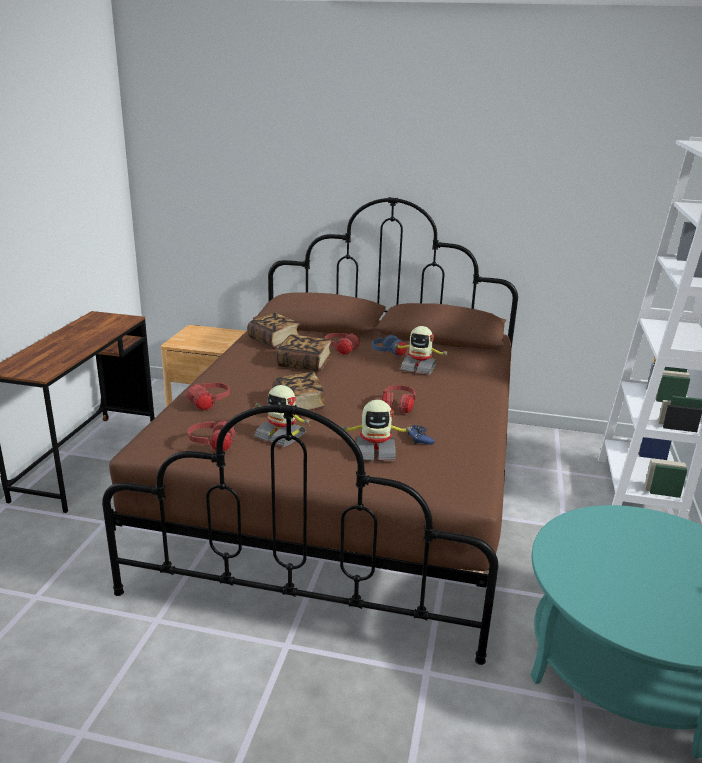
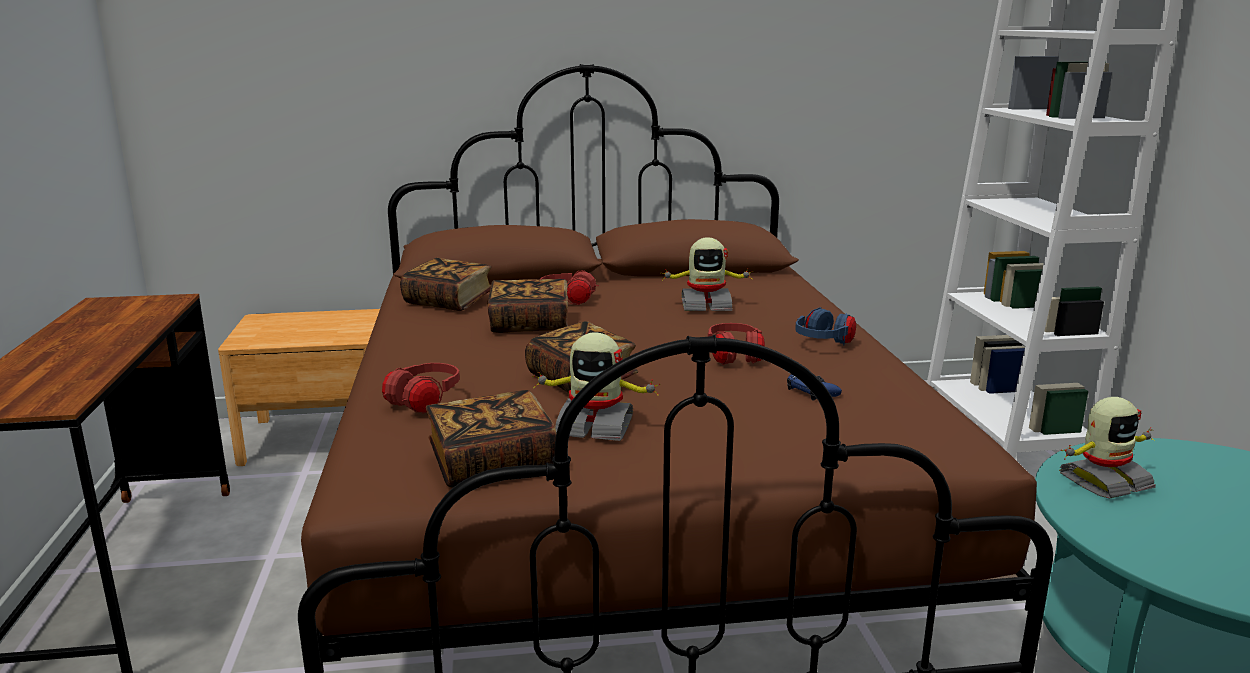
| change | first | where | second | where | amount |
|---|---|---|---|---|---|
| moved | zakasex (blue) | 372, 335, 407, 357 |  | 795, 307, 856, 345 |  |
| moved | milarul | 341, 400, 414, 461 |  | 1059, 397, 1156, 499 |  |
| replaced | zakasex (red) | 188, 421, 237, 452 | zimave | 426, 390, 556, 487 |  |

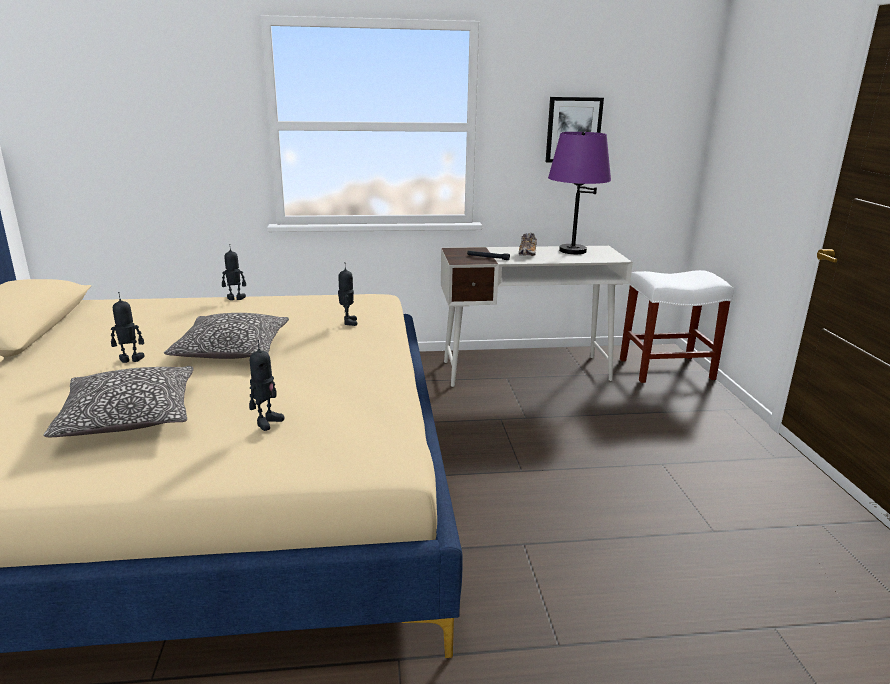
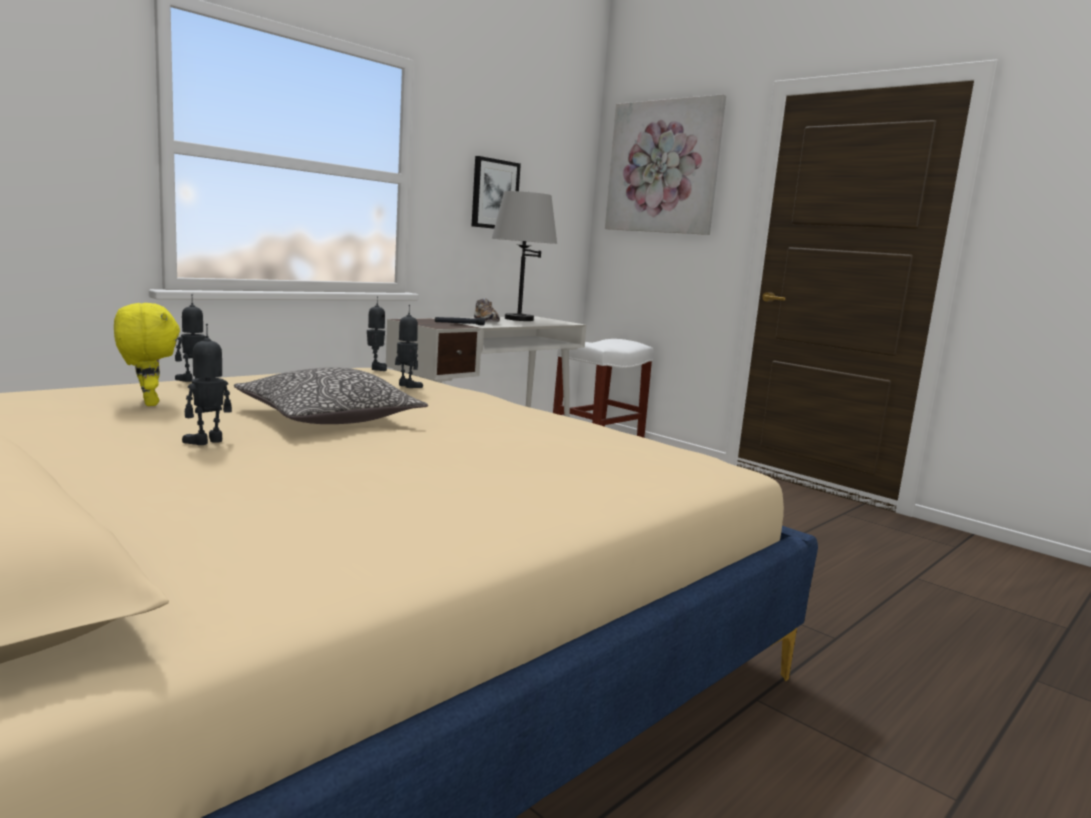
| change | first | where | second | where | amount |
|---|---|---|---|---|---|
| recoloured | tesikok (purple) | 548, 132, 611, 254 | tesikok (grey) | 492, 191, 557, 321 |  |
| moved | milarul | 249, 340, 284, 431 |  | 367, 296, 387, 371 |  |
| removed | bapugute | 43, 366, 194, 437 |  |  |  |
| added |  |  | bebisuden | 605, 94, 726, 235 |  |
| added |  |  | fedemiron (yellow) | 114, 303, 180, 406 |  |

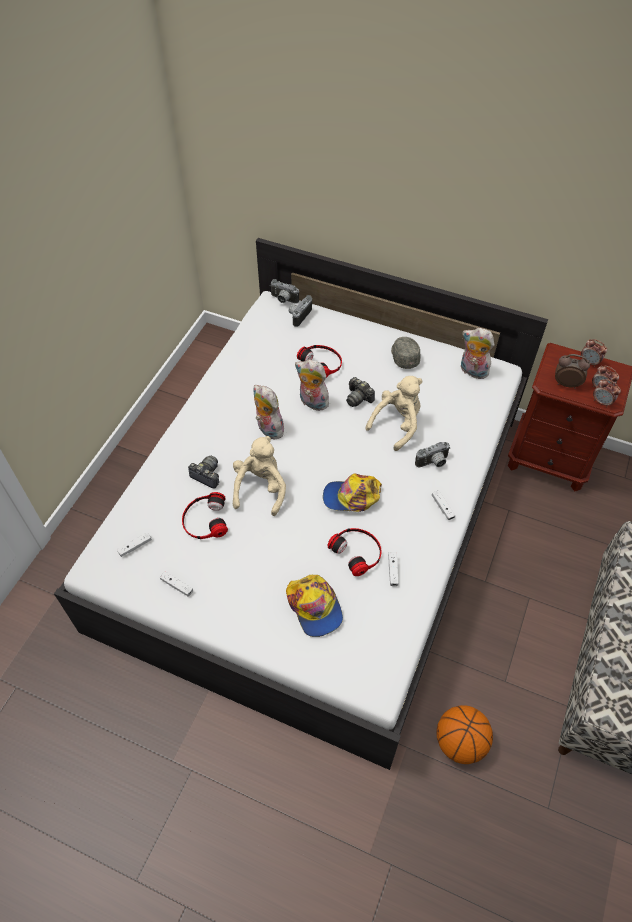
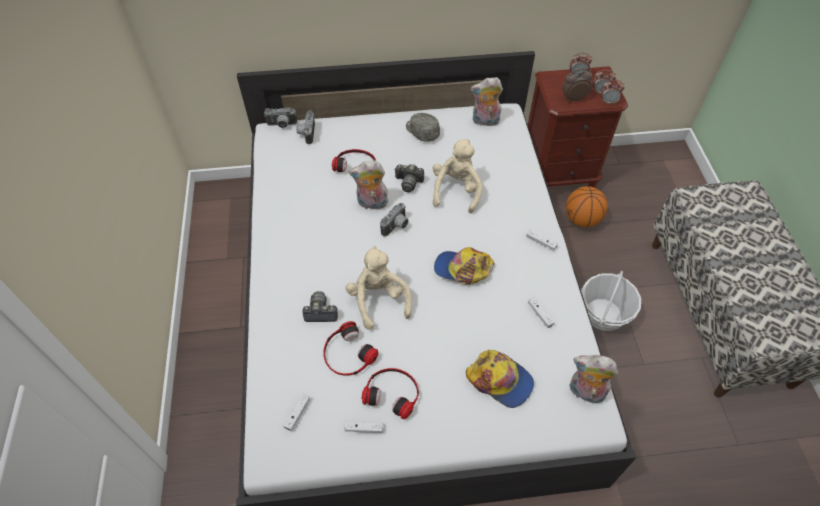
| change | first | where | second | where | amount |
|---|---|---|---|---|---|
| moved | fedemiron | 254, 385, 284, 440 |  | 570, 355, 618, 403 |  |
| moved | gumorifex | 415, 442, 450, 467 |  | 380, 203, 409, 236 |  |
| turned | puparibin | 323, 473, 382, 512 |  | 434, 247, 495, 284 | 45 degrees clockwise |
| moved | zakasex | 327, 528, 382, 576 |  | 362, 368, 419, 419 |  |
| moved | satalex | 436, 705, 493, 764 |  | 566, 186, 608, 227 |  |
| added |  |  | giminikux | 581, 271, 641, 331 |  |

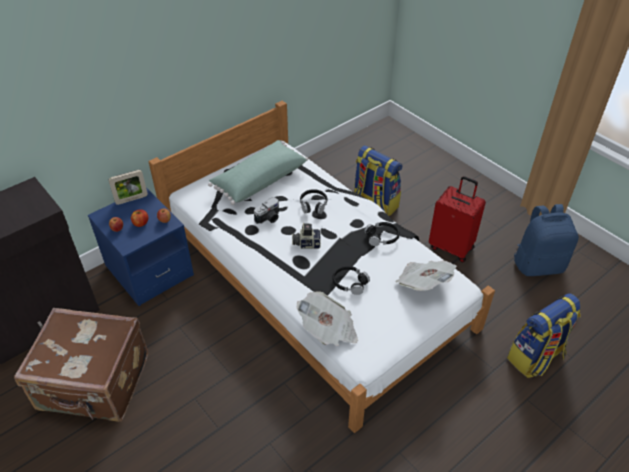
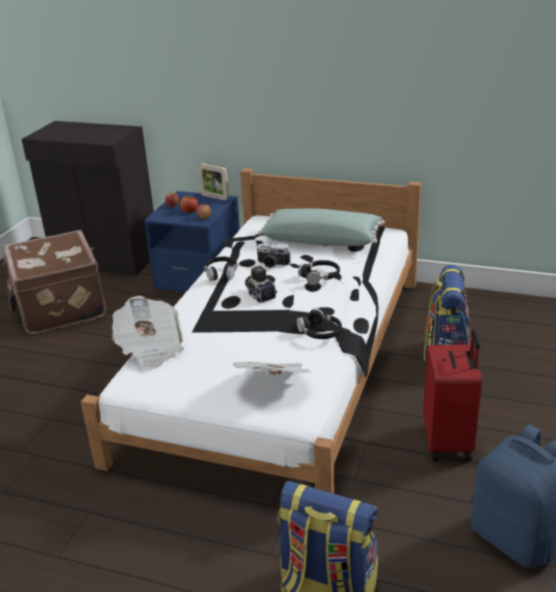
| change | first | where | second | where | amount |
|---|---|---|---|---|---|
| moved | zakasex (black) | 332, 266, 370, 295 |  | 204, 257, 238, 281 |  |

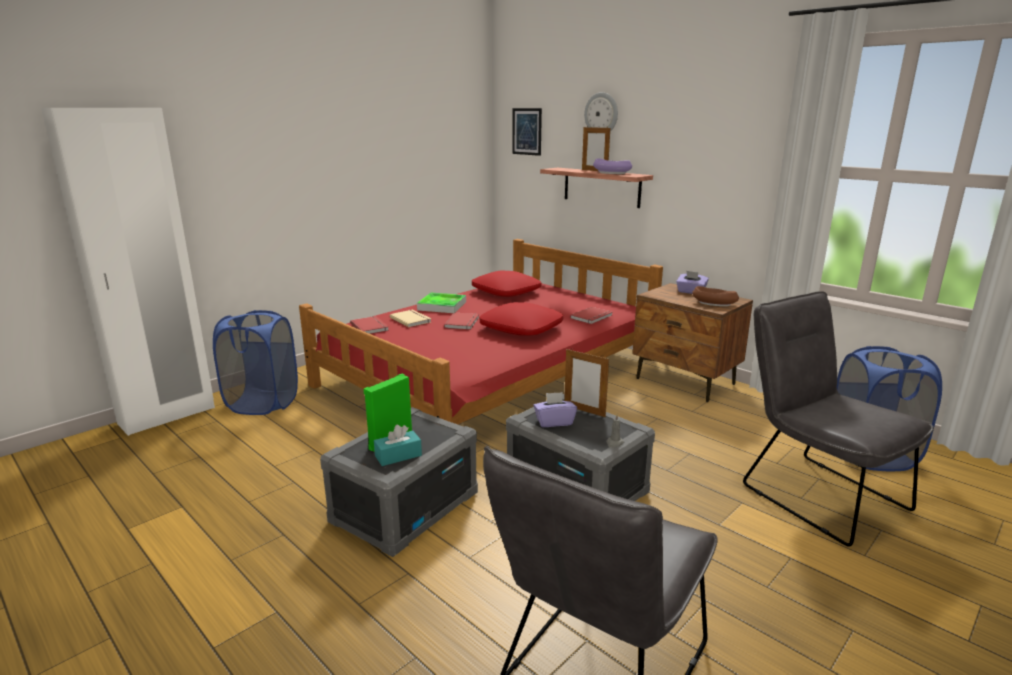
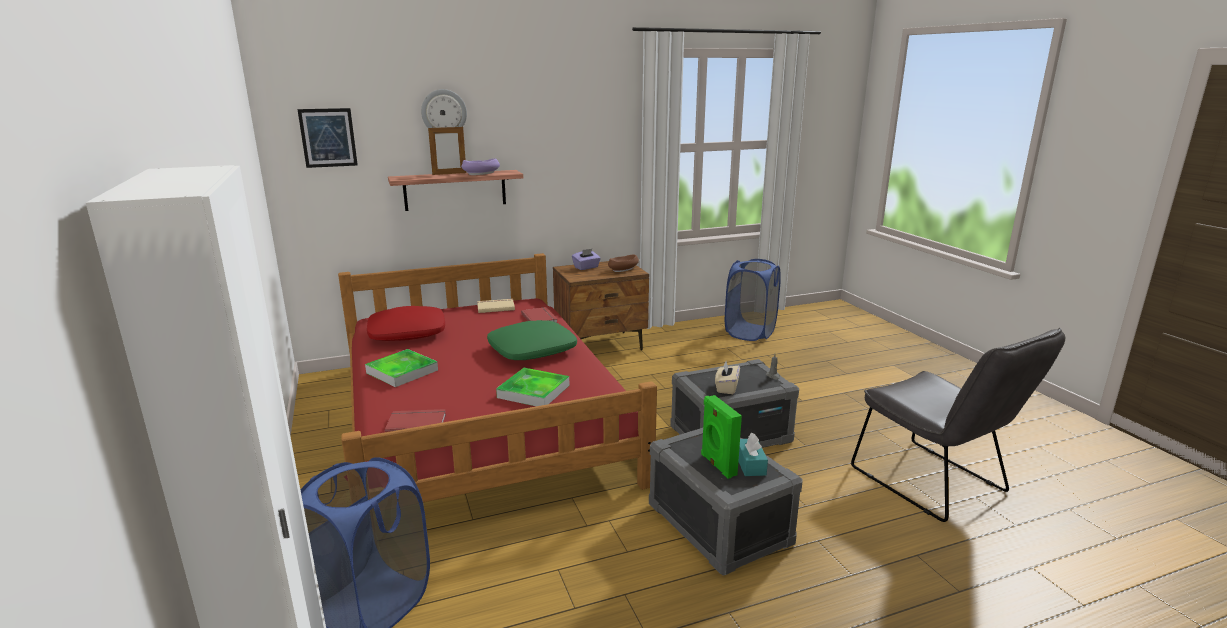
| change | first | where | second | where | amount |
|---|---|---|---|---|---|
| removed | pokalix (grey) | 743, 291, 934, 547 |  |  |  |
| recoloured | bapugute (red) | 480, 302, 563, 336 | bapugute (green) | 487, 320, 577, 360 |  |
| moved | zimave (beige) | 390, 310, 431, 328 |  | 477, 299, 515, 313 |  |
| removed | zimave (red) | 444, 313, 479, 330 |  |  |  |
| removed | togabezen | 564, 348, 609, 417 |  |  |  |
| recoloured | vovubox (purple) | 533, 392, 577, 427 | vovubox (beige) | 715, 361, 740, 394 |  |
| added |  |  | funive | 496, 368, 569, 406 |  |

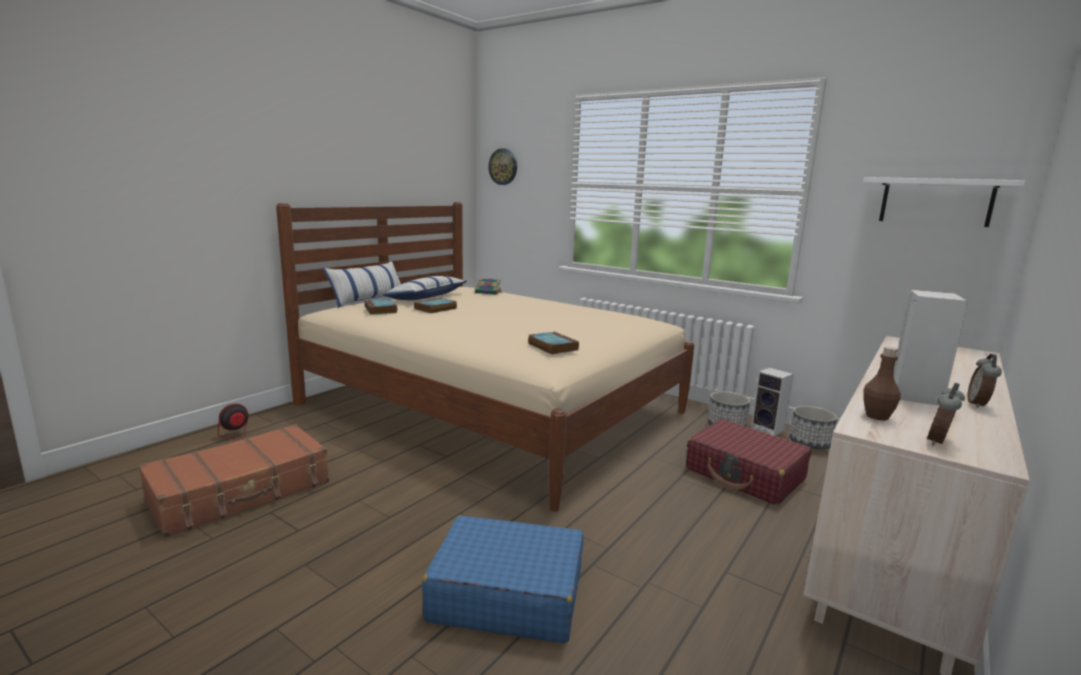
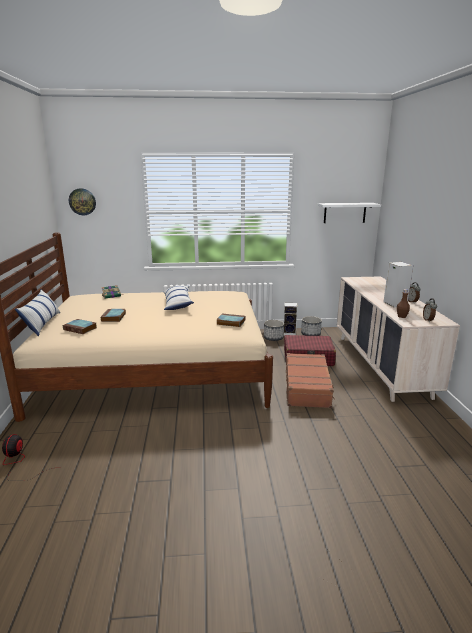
| change | first | where | second | where | amount |
|---|---|---|---|---|---|
| moved | bapugute | 382, 276, 467, 300 |  | 163, 285, 194, 310 |  |
| moved | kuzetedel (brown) | 138, 424, 329, 538 |  | 286, 353, 335, 408 |  |
| removed | kuzetedel (blue) | 422, 515, 583, 643 |  |  |  |

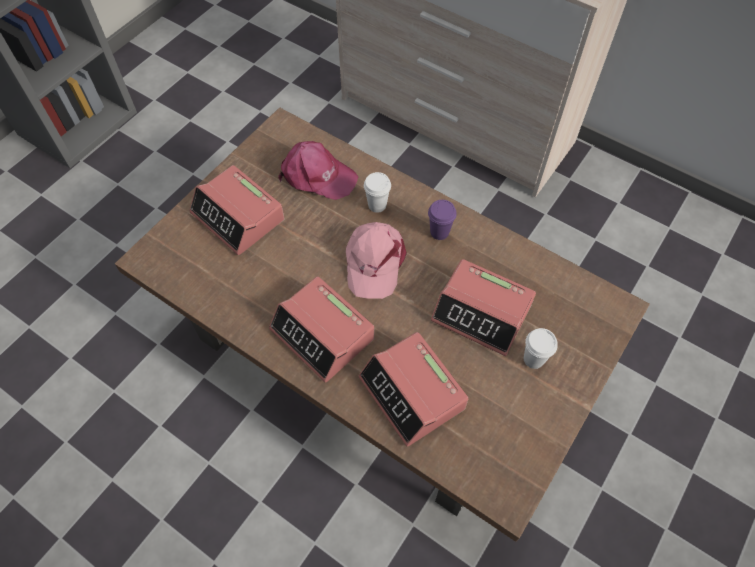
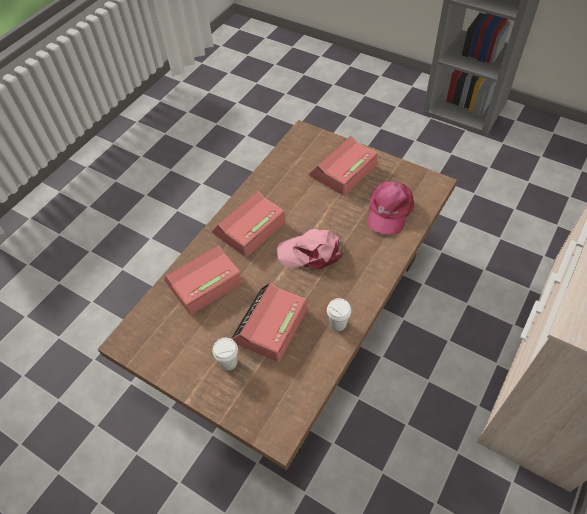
| change | first | where | second | where | amount |
|---|---|---|---|---|---|
| moved | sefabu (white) | 364, 172, 391, 213 |  | 327, 298, 351, 331 |  |
| removed | sefabu (purple) | 428, 200, 457, 240 |  |  |  |

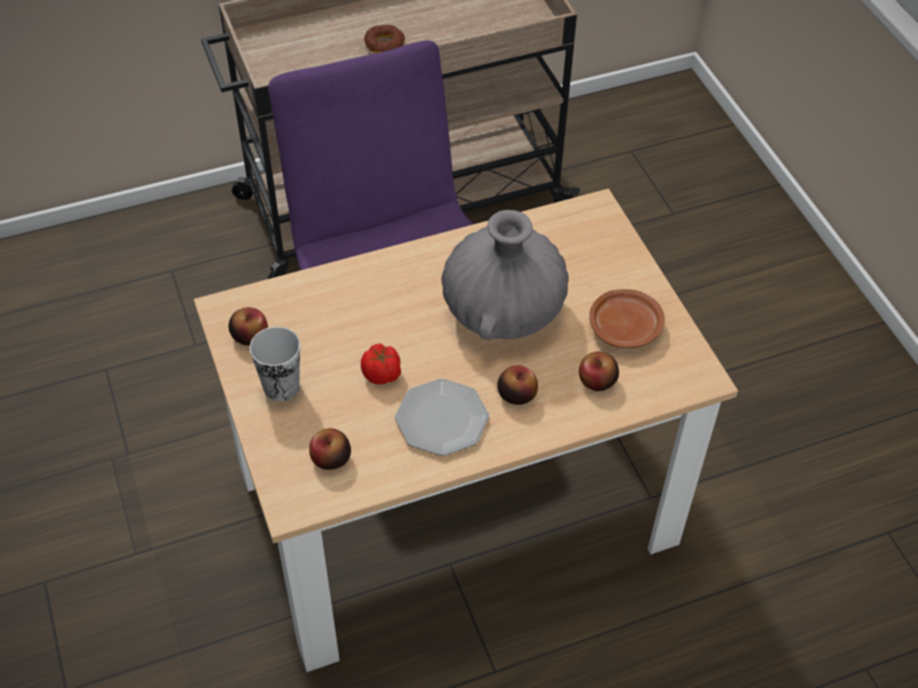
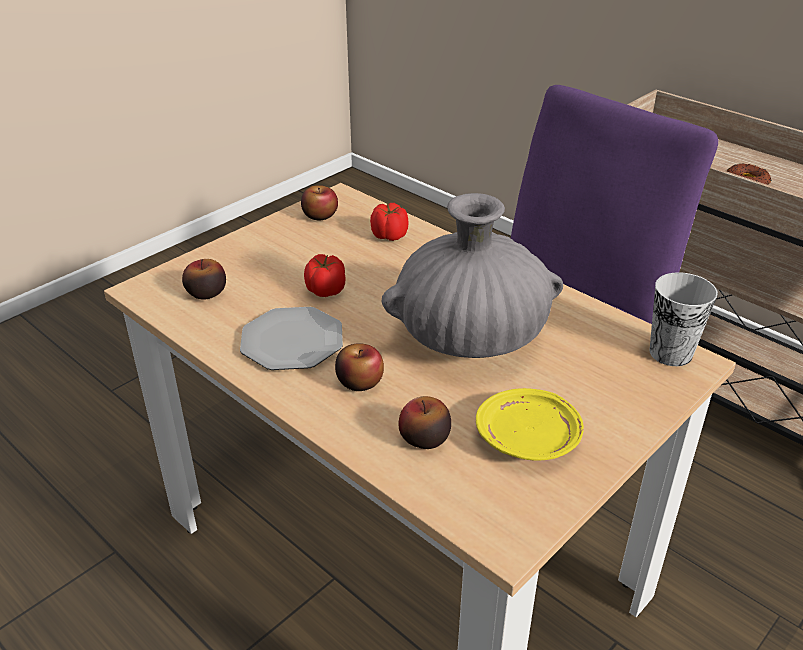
| change | first | where | second | where | amount |
|---|---|---|---|---|---|
| recoloured | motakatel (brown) | 589, 289, 665, 348 | motakatel (yellow) | 476, 388, 584, 461 |  |
| moved | sefabu | 250, 327, 300, 402 |  | 650, 272, 718, 366 |  |
| added |  |  | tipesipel | 370, 203, 409, 241 |  |

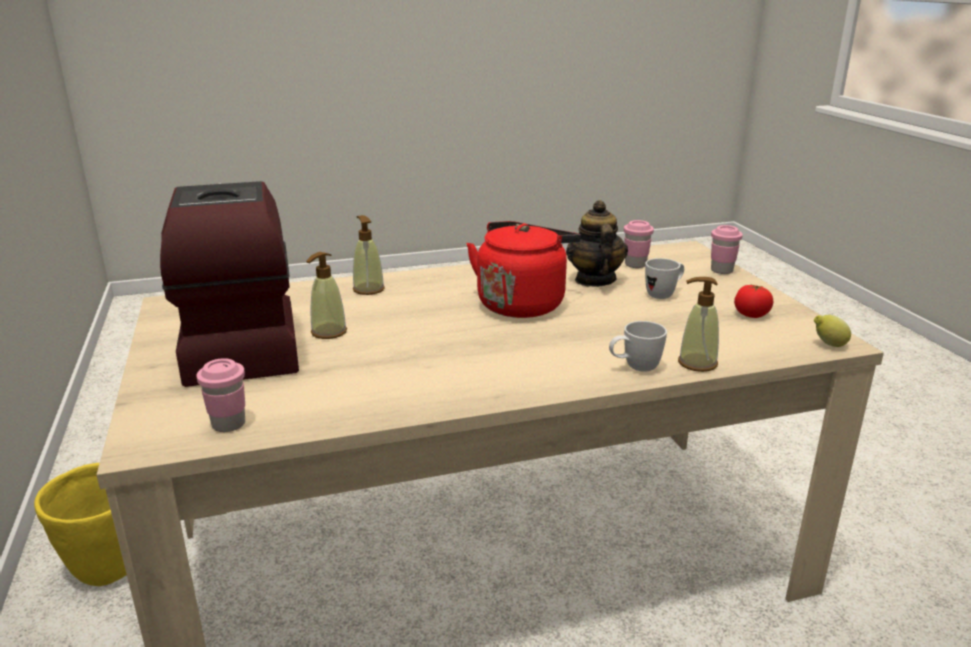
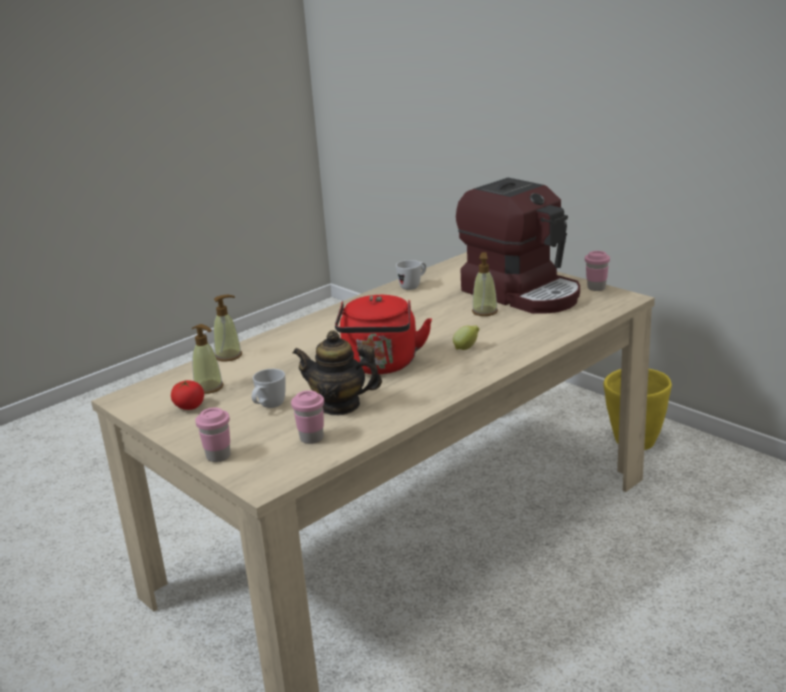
| change | first | where | second | where | amount |
|---|---|---|---|---|---|
| turned | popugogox | 566, 200, 628, 287 |  | 293, 330, 382, 415 | 135 degrees clockwise |
| moved | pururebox | 353, 215, 385, 295 |  | 192, 324, 223, 394 |  |
| moved | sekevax | 814, 315, 851, 347 |  | 453, 325, 479, 350 |  |
| moved | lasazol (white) | 609, 321, 667, 372 |  | 396, 260, 426, 290 |  |
| moved | sefabu (pink) | 196, 358, 245, 432 |  | 585, 251, 610, 291 |  |

